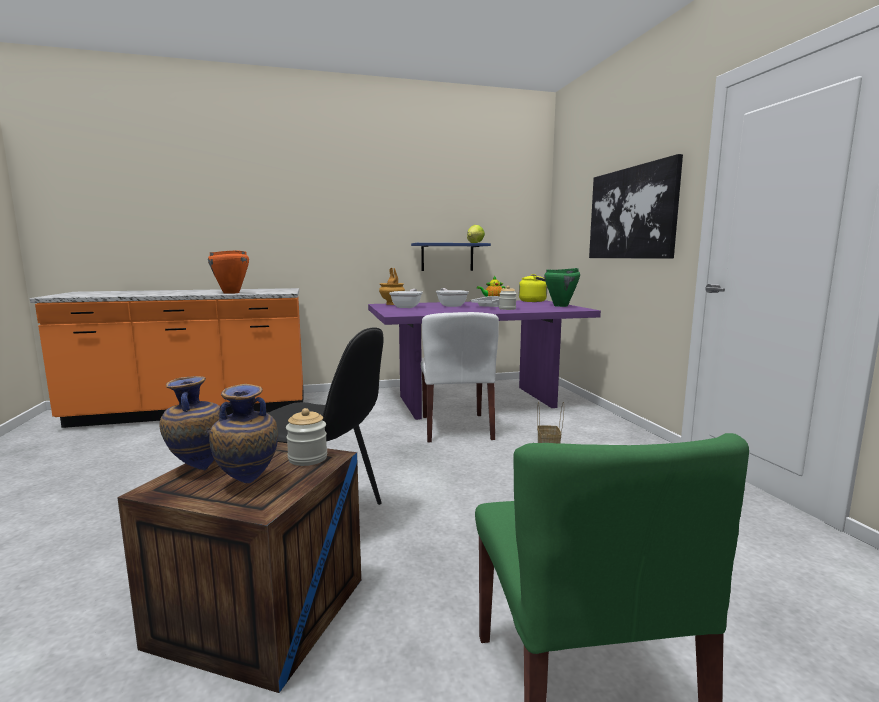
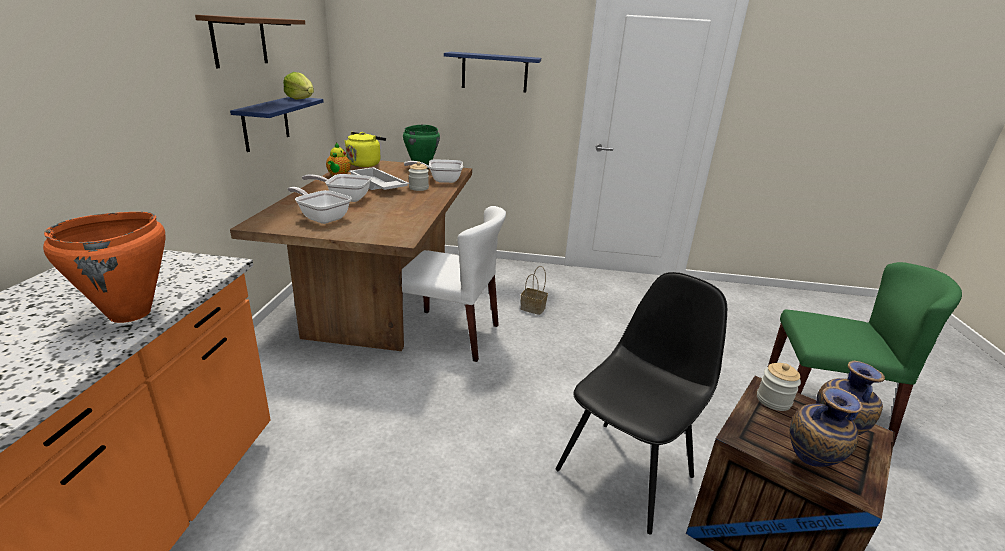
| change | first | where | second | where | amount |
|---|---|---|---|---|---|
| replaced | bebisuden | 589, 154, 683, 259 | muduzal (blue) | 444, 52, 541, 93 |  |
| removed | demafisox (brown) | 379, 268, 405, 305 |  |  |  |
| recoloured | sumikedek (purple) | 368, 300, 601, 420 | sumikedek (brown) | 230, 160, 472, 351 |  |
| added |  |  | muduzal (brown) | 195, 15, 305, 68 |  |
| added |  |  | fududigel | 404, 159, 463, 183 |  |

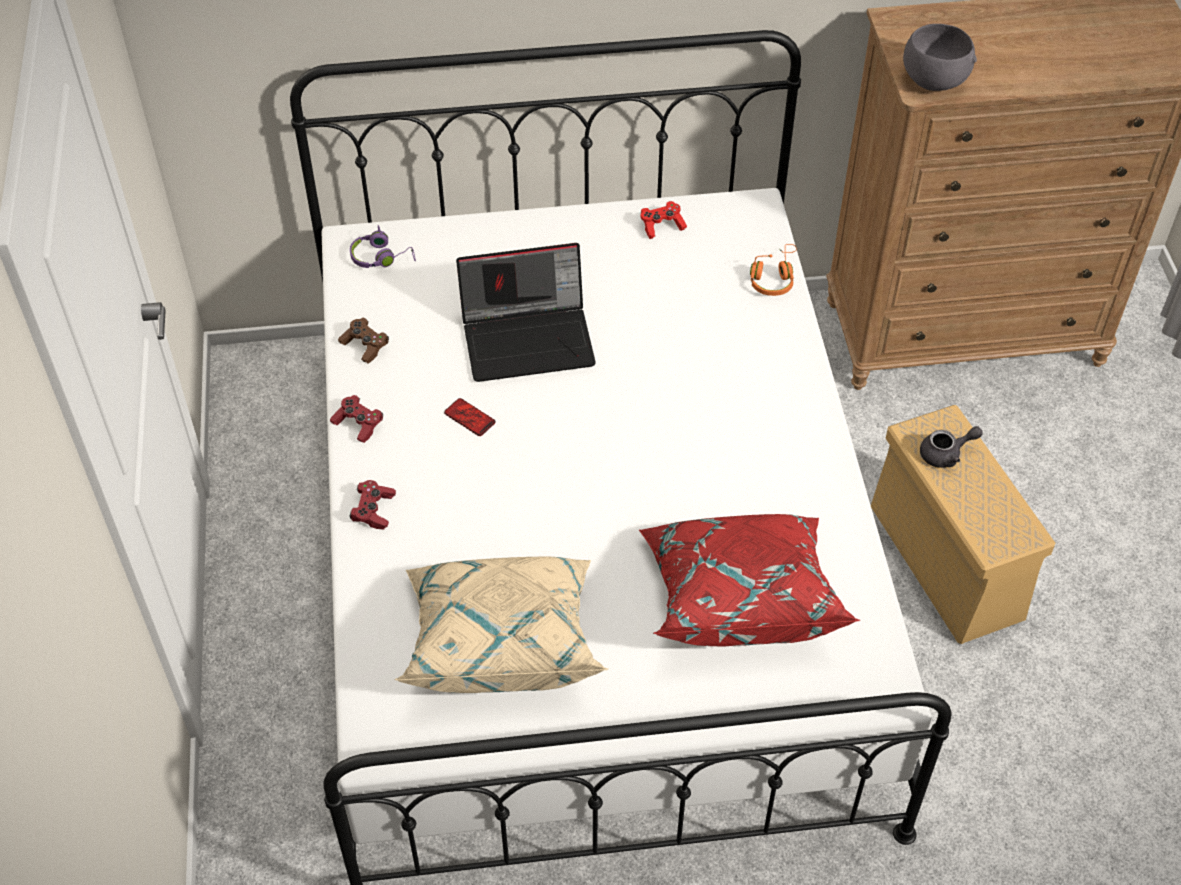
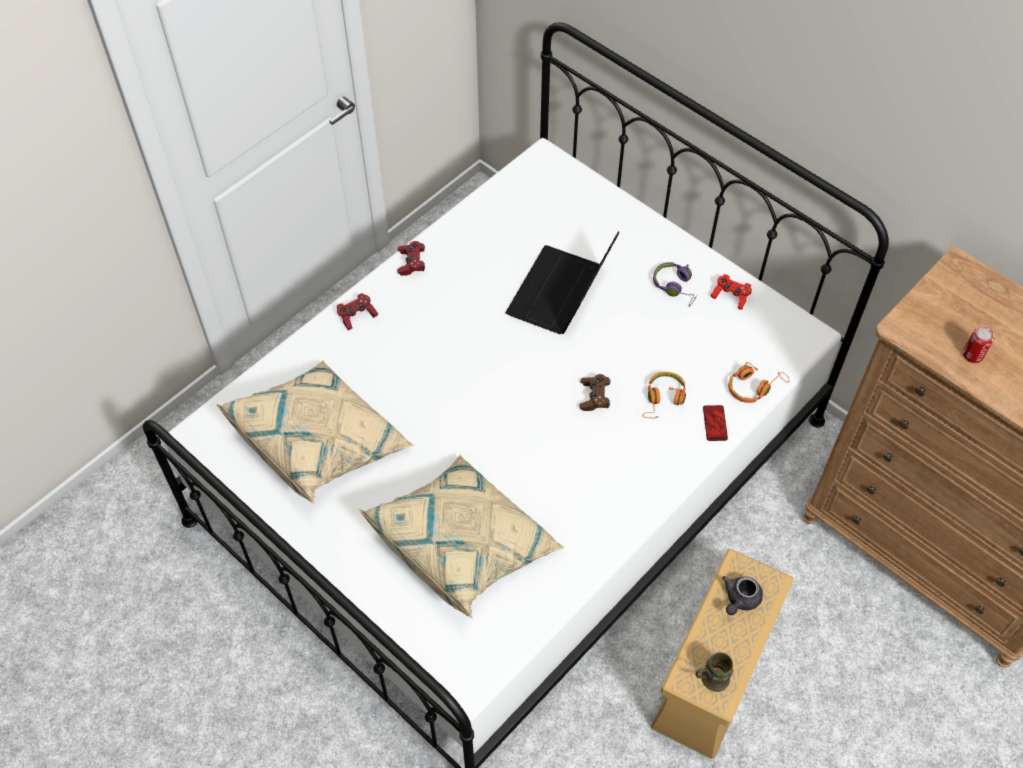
| change | first | where | second | where | amount |
|---|---|---|---|---|---|
| removed | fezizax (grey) | 903, 24, 977, 91 |  |  |  |
| moved | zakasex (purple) | 350, 225, 416, 268 |  | 653, 262, 696, 307 |  |
| turned | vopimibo | 456, 243, 596, 382 |  | 506, 231, 619, 334 | 75 degrees clockwise |
| moved | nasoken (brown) | 338, 318, 389, 363 |  | 580, 374, 610, 411 |  |
| moved | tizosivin | 444, 398, 495, 436 |  | 703, 405, 728, 441 |  |
| turned | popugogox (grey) | 920, 426, 983, 468 |  | 722, 576, 763, 615 | 90 degrees clockwise |
| recoloured | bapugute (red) | 639, 514, 860, 646 | bapugute (beige) | 359, 455, 565, 619 |  |
| added |  |  | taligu | 963, 327, 994, 363 |  |
| added |  |  | zakasex (orange) | 643, 372, 686, 418 |  |
| added |  |  | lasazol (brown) | 695, 652, 734, 692 |  |

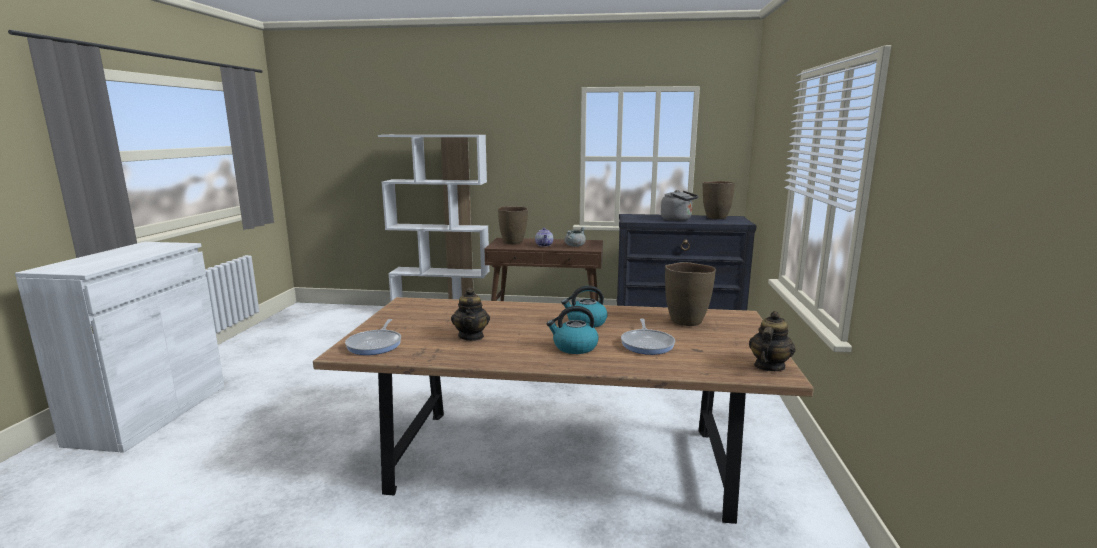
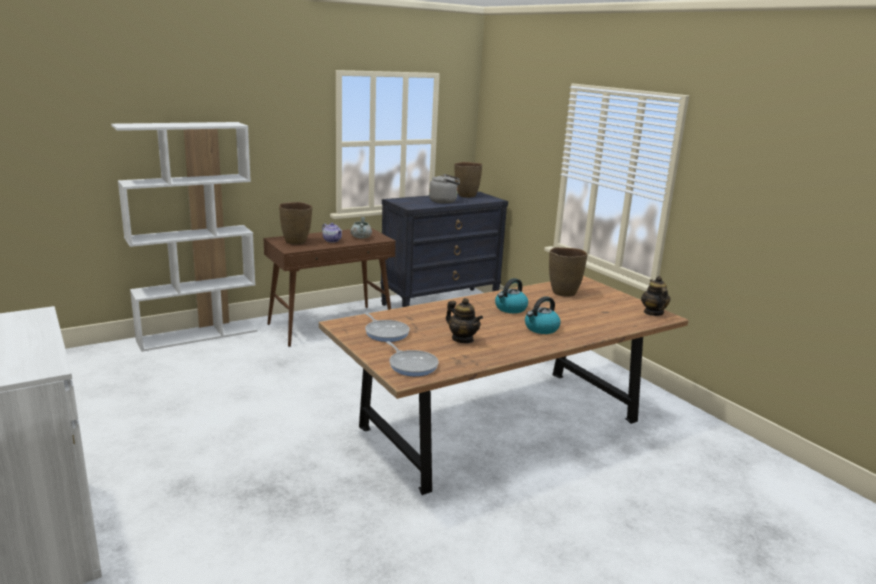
| change | first | where | second | where | amount |
|---|---|---|---|---|---|
| moved | fududigel | 621, 319, 675, 355 |  | 364, 312, 410, 342 |  |

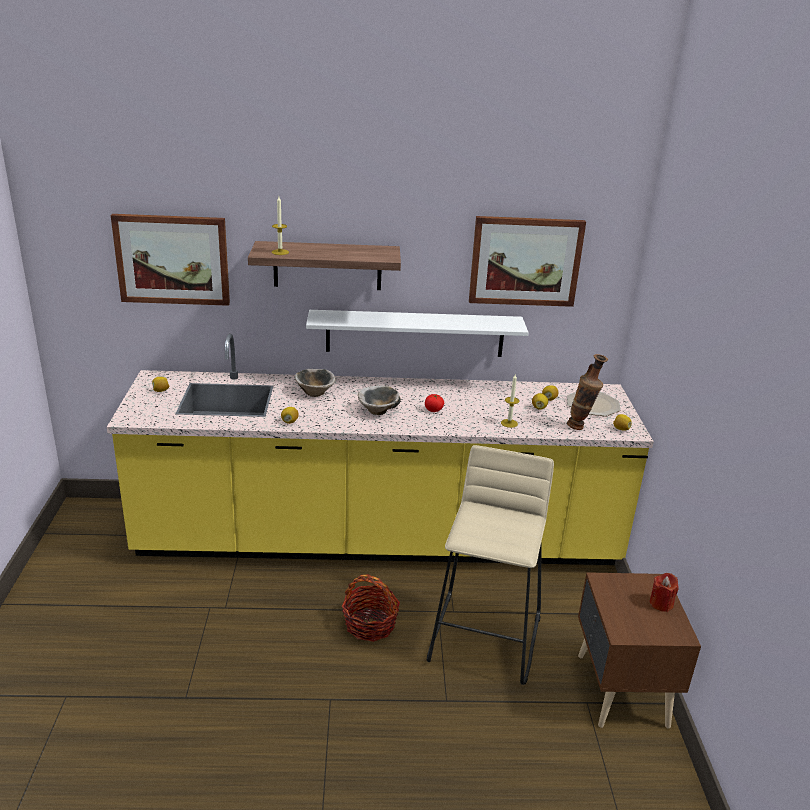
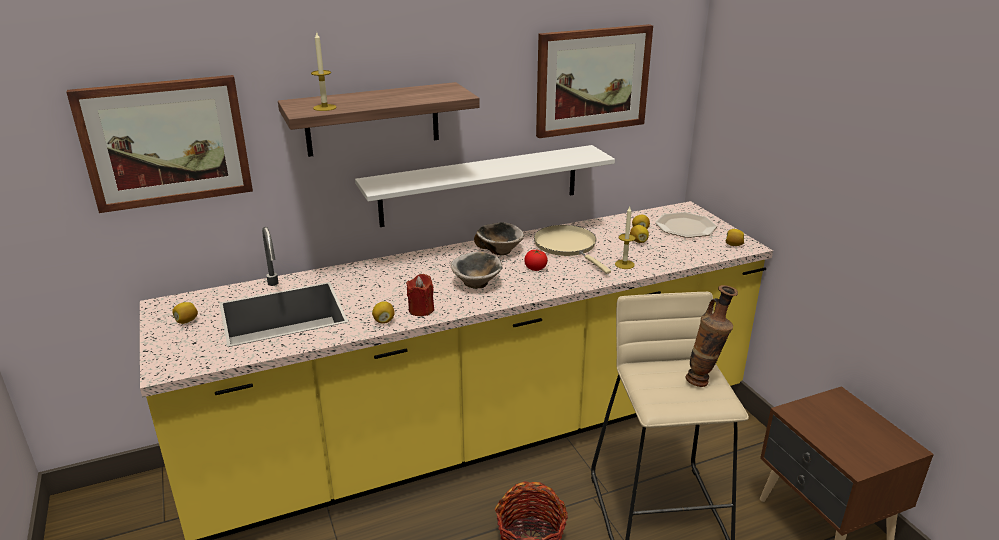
| change | first | where | second | where | amount |
|---|---|---|---|---|---|
| moved | demafisox | 567, 354, 608, 430 |  | 686, 285, 738, 387 |  |
| moved | fezizax | 295, 369, 336, 397 |  | 474, 222, 524, 255 |  |
| moved | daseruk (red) | 650, 573, 679, 612 |  | 406, 274, 434, 316 |  |
| added |  |  | fududigel (beige) | 534, 225, 611, 274 |  |

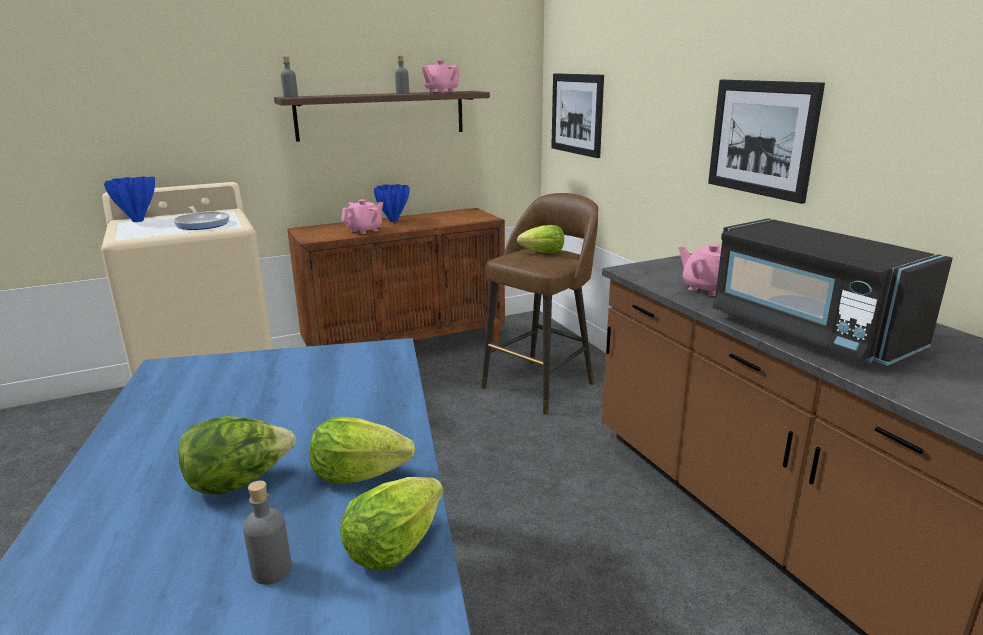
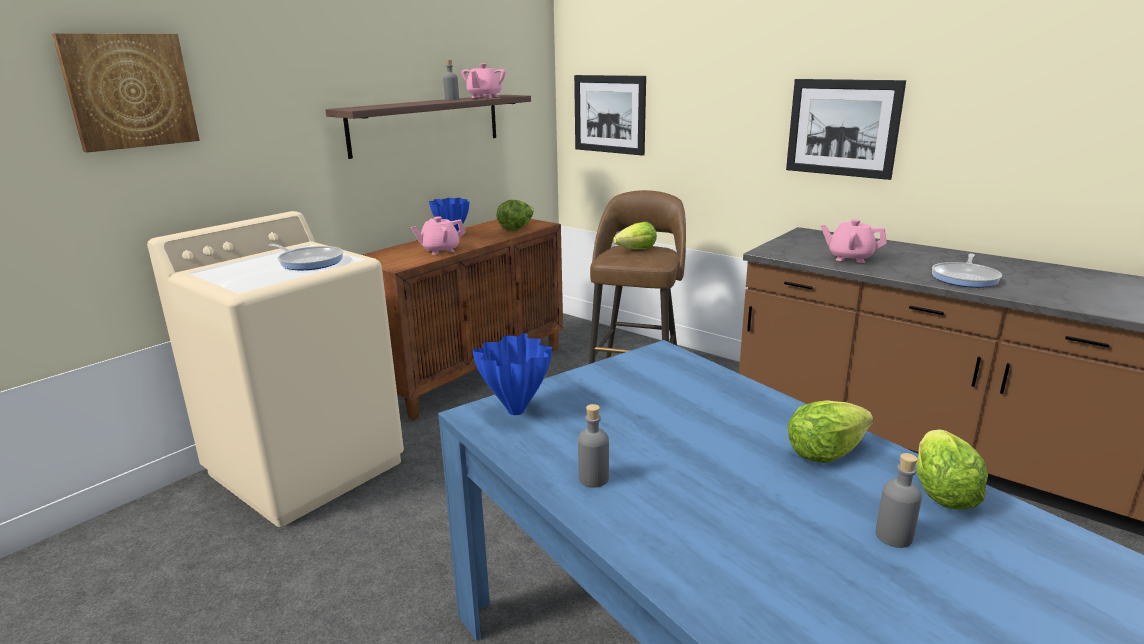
| change | first | where | second | where | amount |
|---|---|---|---|---|---|
| moved | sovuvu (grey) | 281, 57, 298, 98 |  | 578, 404, 609, 487 |  |
| moved | demafisox (blue) | 104, 177, 155, 222 |  | 472, 333, 552, 415 |  |
| turned | popugogox (pink) | 341, 199, 383, 234 |  | 411, 217, 466, 255 | 135 degrees counterclockwise |
| replaced | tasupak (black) | 713, 218, 953, 366 | fududigel | 932, 254, 1002, 288 |  |
| moved | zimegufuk | 178, 416, 296, 494 |  | 496, 200, 534, 230 |  |
| added |  |  | bebisuden | 52, 33, 200, 153 |  |

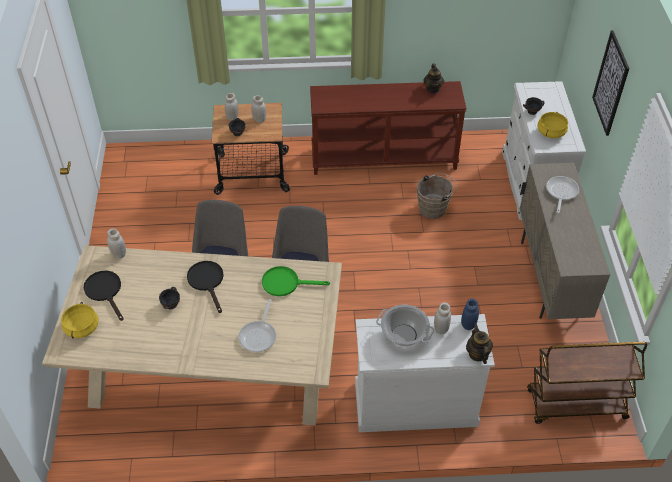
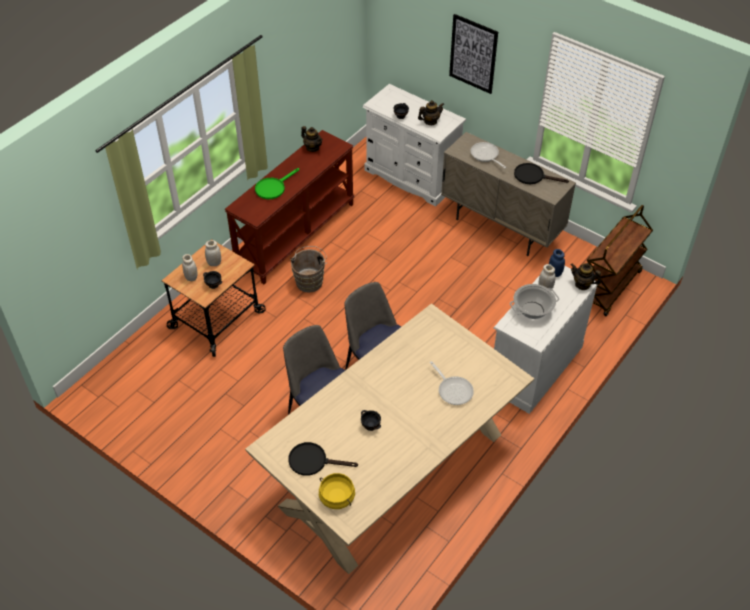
| change | first | where | second | where | amount |
|---|---|---|---|---|---|
| replaced | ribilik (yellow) | 537, 112, 568, 138 | popugogox | 418, 100, 444, 125 |  |
| moved | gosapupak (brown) | 417, 173, 457, 219 |  | 290, 246, 327, 293 |  |
| removed | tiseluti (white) | 107, 228, 126, 259 |  |  |  |
| moved | fududigel (black) | 187, 261, 224, 313 |  | 514, 163, 569, 184 |  |
| moved | fududigel (green) | 262, 266, 330, 296 |  | 255, 168, 299, 199 |  |

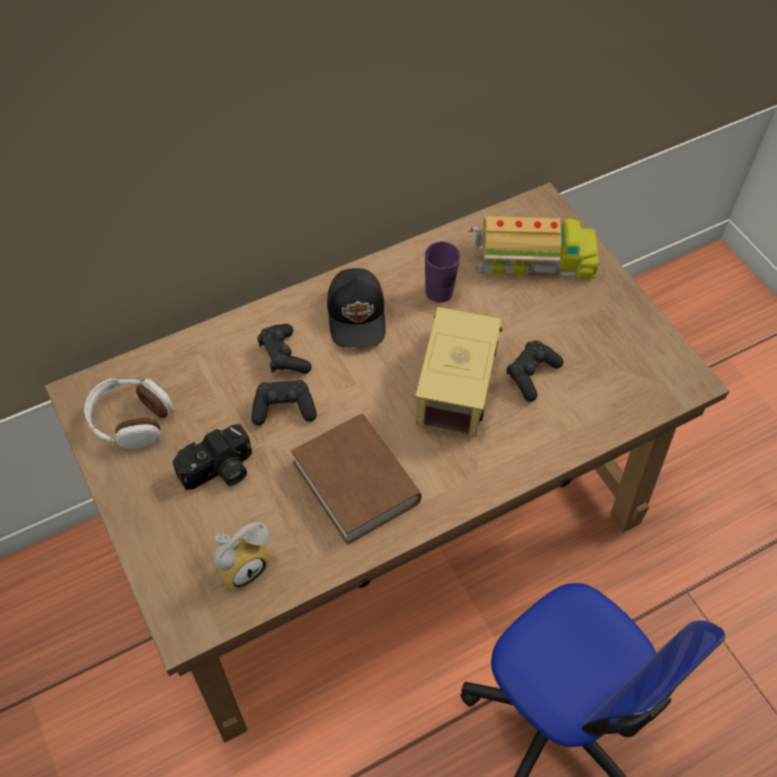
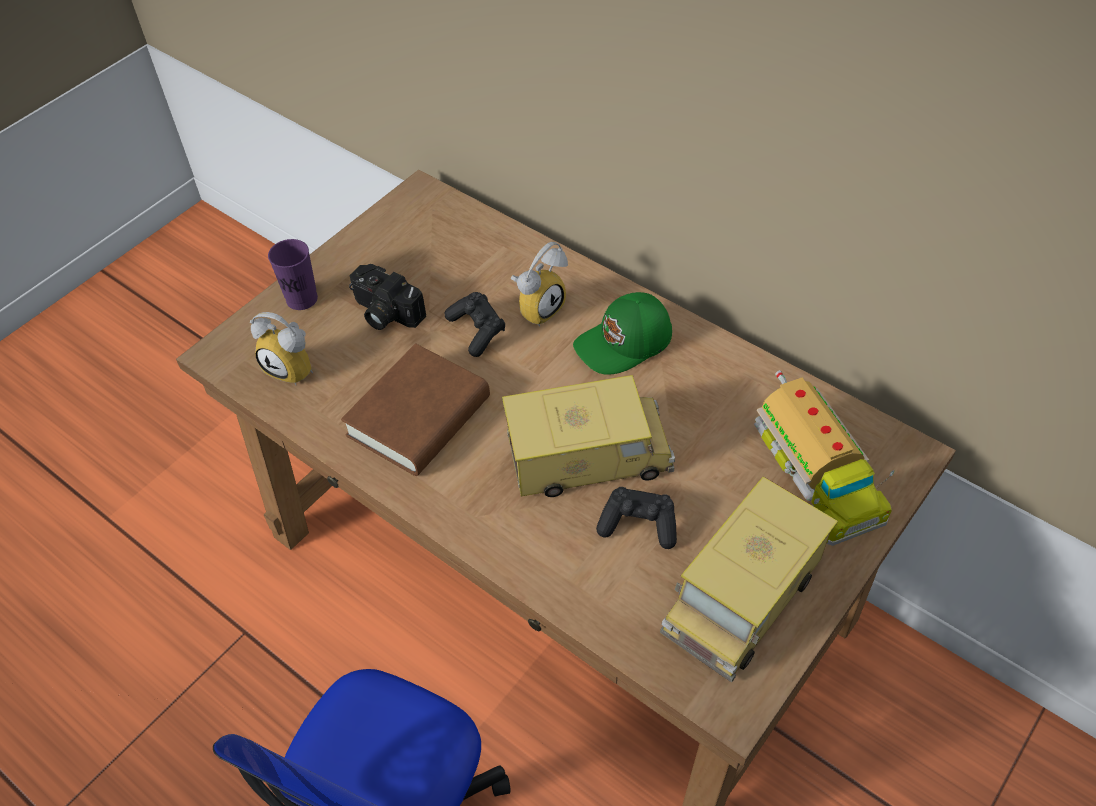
| change | first | where | second | where | amount |
|---|---|---|---|---|---|
| moved | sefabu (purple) | 425, 241, 461, 303 |  | 268, 239, 318, 310 |  |
| recoloured | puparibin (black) | 327, 268, 386, 348 | puparibin (green) | 573, 292, 672, 375 |  |
| replaced | nasoken (black) | 257, 324, 312, 374 | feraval | 511, 242, 568, 327 |  |
| removed | zakasex | 84, 378, 174, 449 |  |  |  |
| added |  |  | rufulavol | 660, 476, 838, 683 |  |

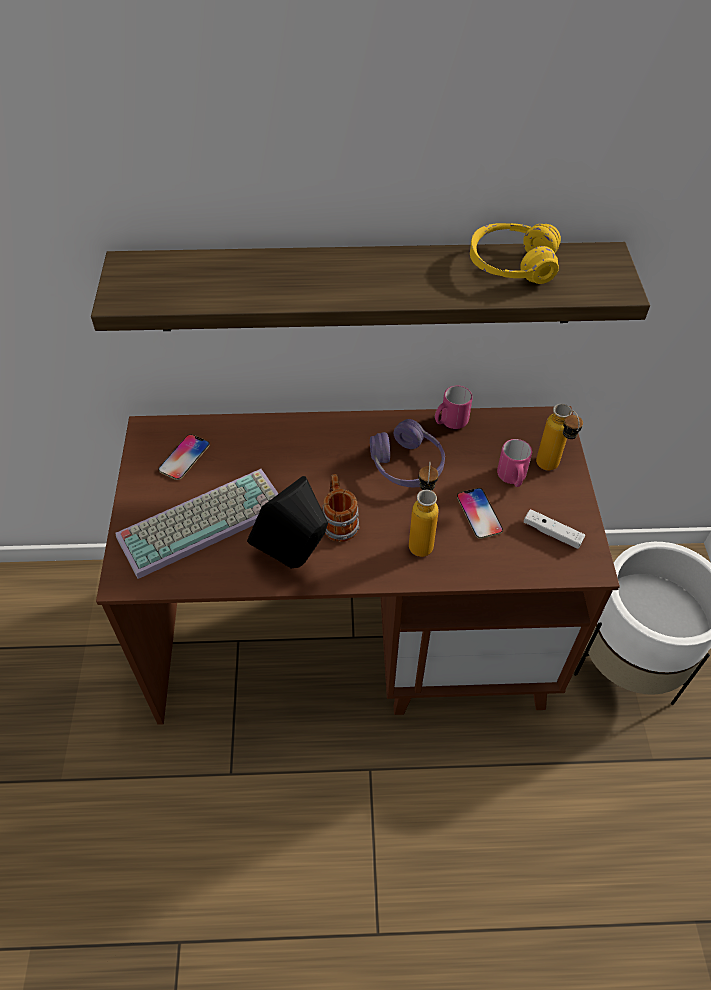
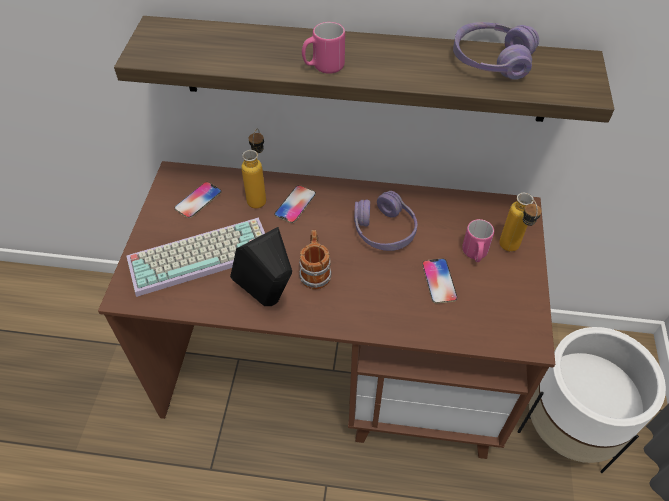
| change | first | where | second | where | amount |
|---|---|---|---|---|---|
| recoloured | zakasex (yellow) | 470, 223, 561, 284 | zakasex (purple) | 453, 22, 539, 80 |  |
| moved | lasazol (pink) | 435, 386, 473, 429 |  | 302, 22, 345, 74 |  |
| moved | sovuvu | 409, 462, 439, 557 |  | 241, 128, 266, 208 |  |
| removed | nasoken (white) | 524, 509, 585, 549 |  |  |  |
| added |  |  | tizosivin | 275, 185, 316, 223 |  |

